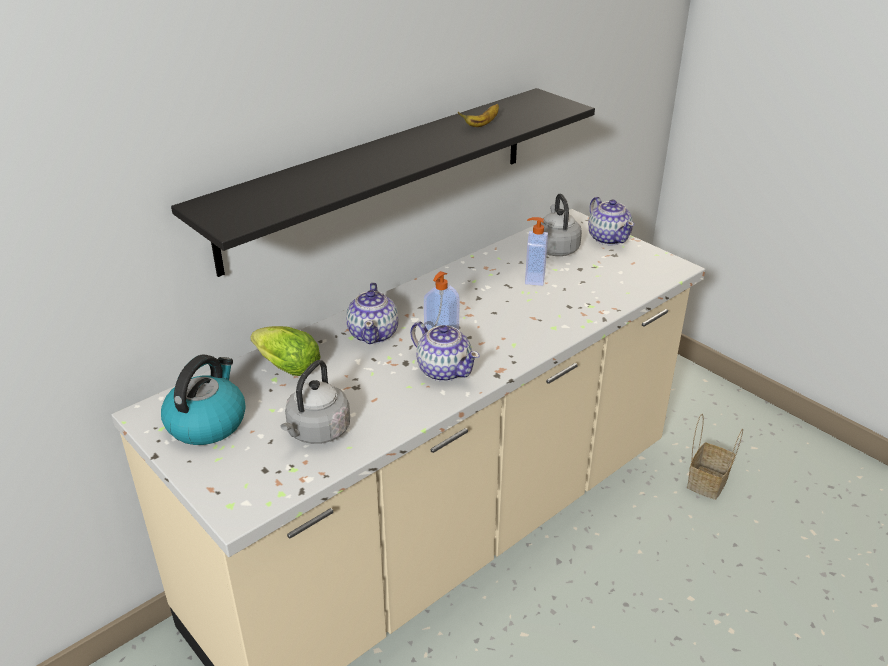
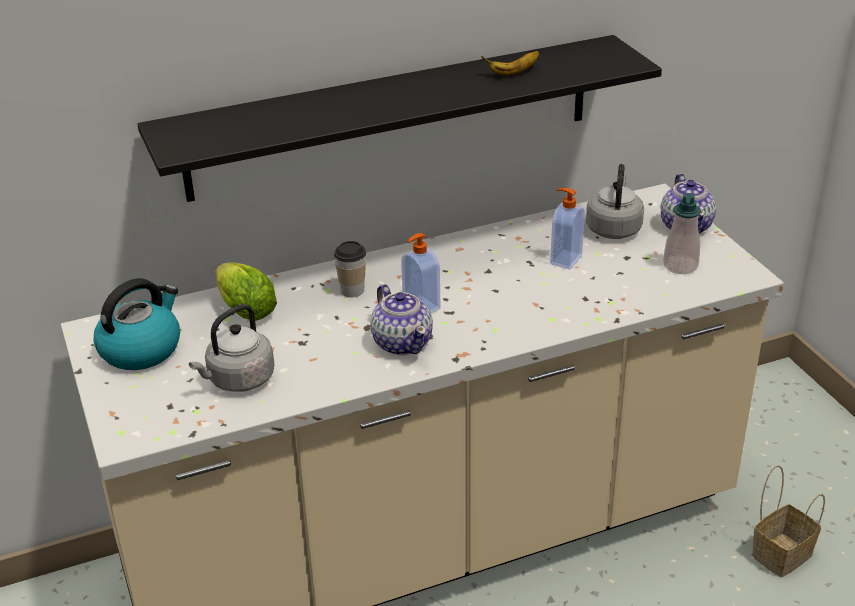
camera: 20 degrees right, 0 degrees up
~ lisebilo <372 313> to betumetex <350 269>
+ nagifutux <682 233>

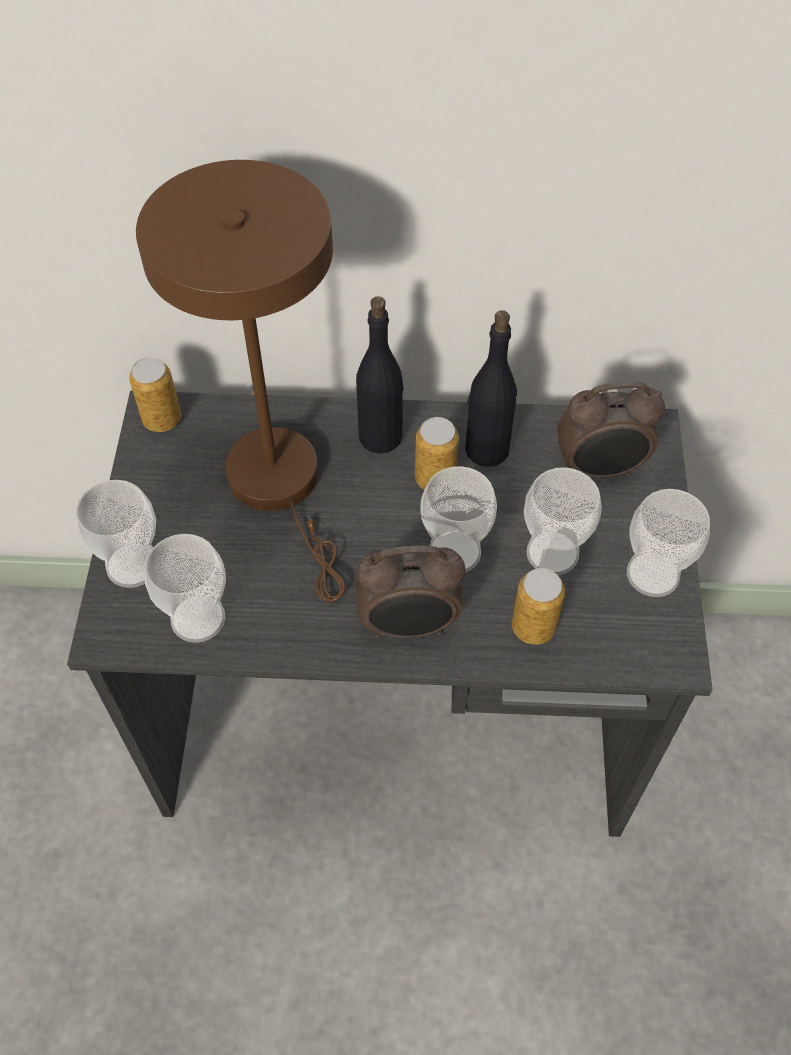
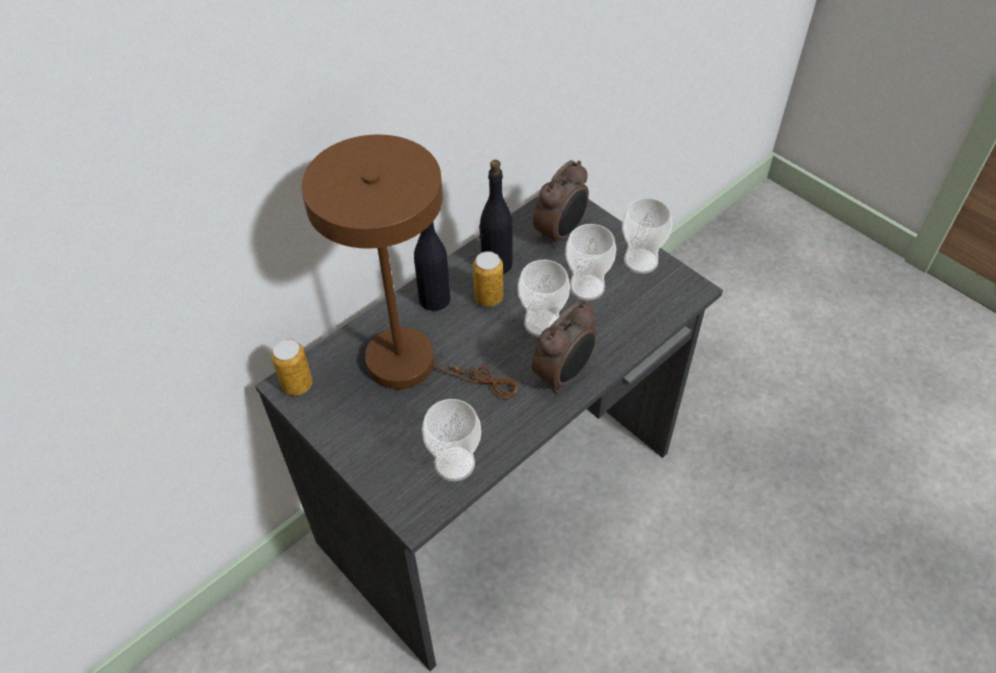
camera: 45 degrees left, 5 degrees down
- betumetex <116 534>
- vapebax <538 606>

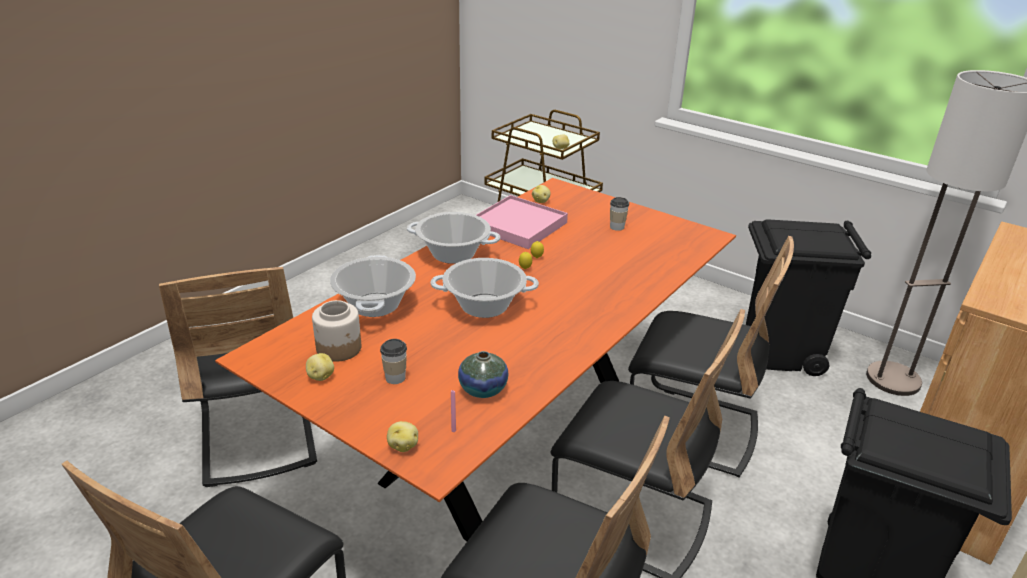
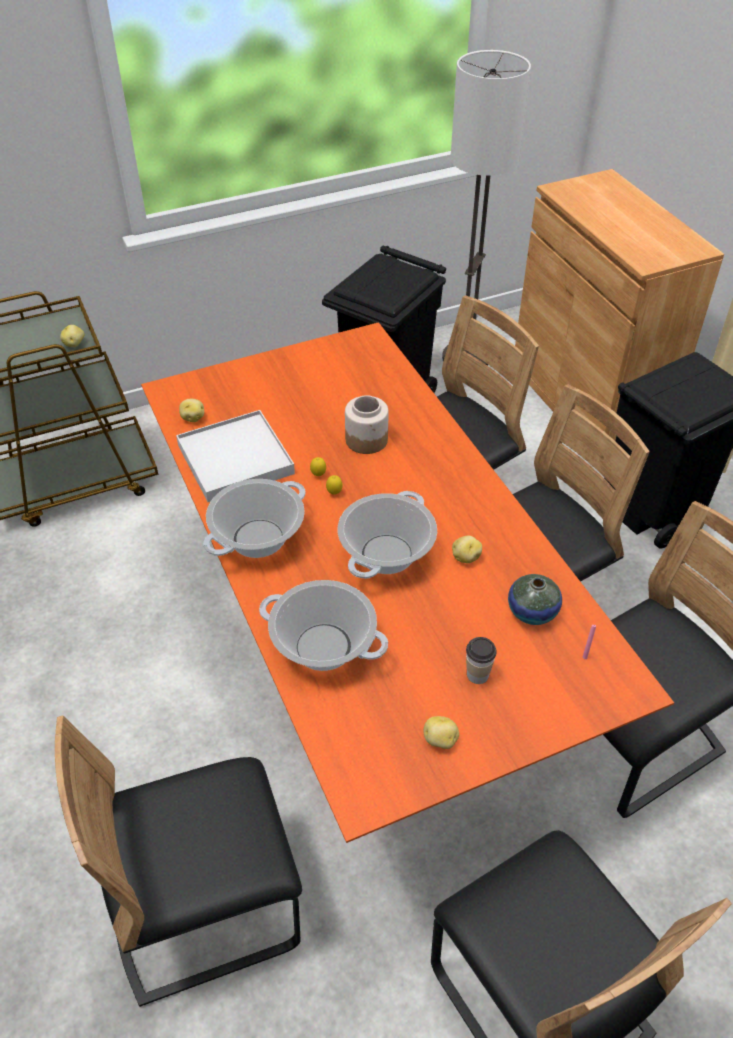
camera: 60 degrees left, 15 degrees up
~ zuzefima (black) <238 377> = <178 861> 150 degrees clockwise
~ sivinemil <336 331> to <367 424>
~ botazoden <402 436> to <467 549>
~ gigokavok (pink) <522 222> to gigokavok (white) <235 456>
- betumetex <619 214>

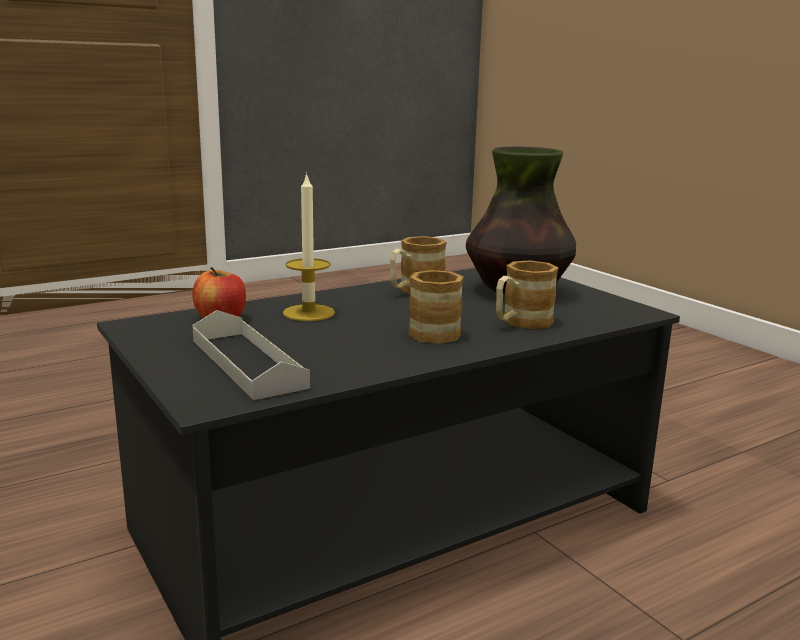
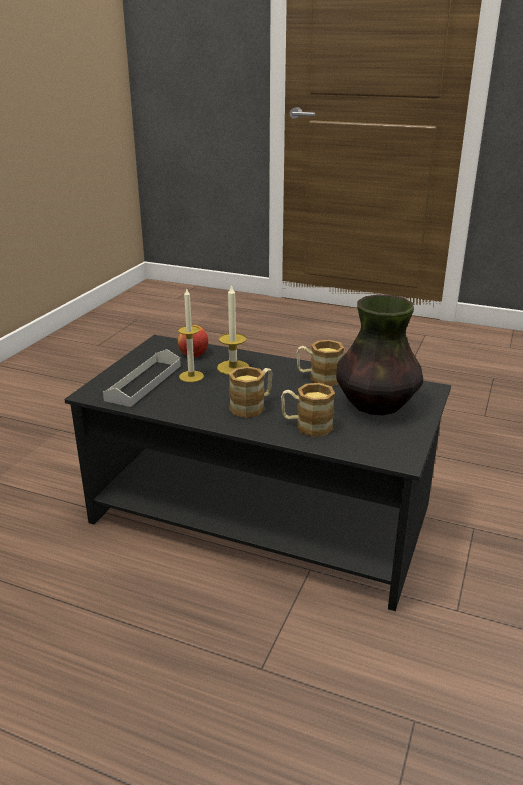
camera: 55 degrees right, 10 degrees up
+ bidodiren <191 335>

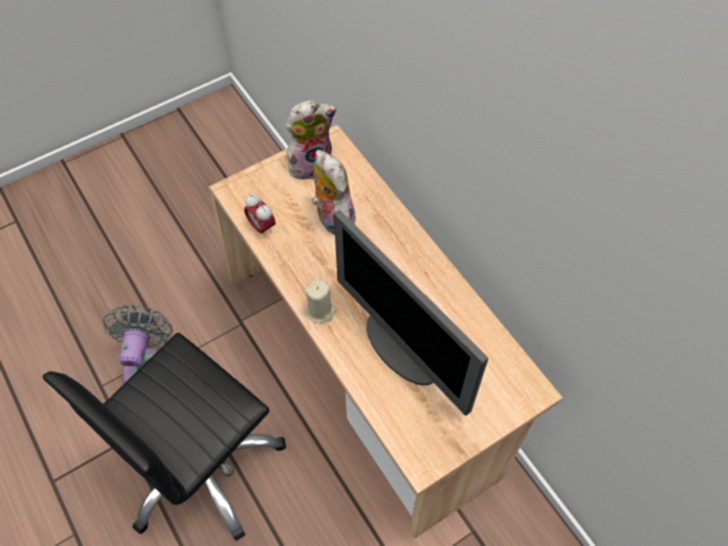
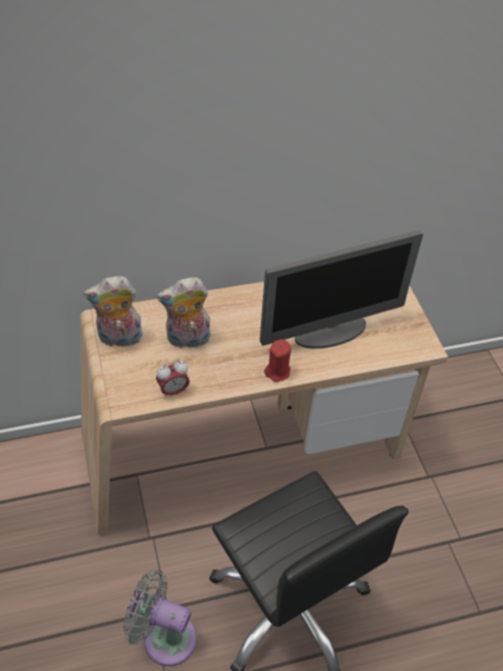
camera: 75 degrees left, 10 degrees down
~ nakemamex <311 139> = <113 311> 90 degrees counterclockwise
~ bidodiren (beige) <321 301> to bidodiren (red) <277 360>

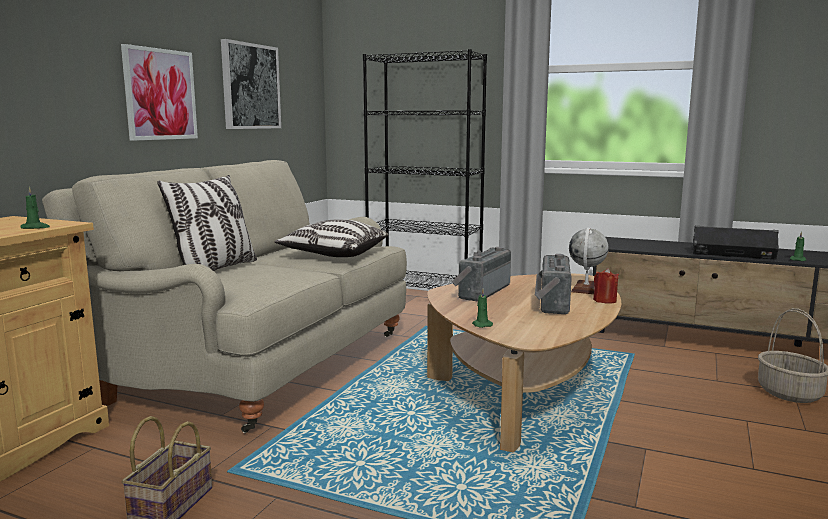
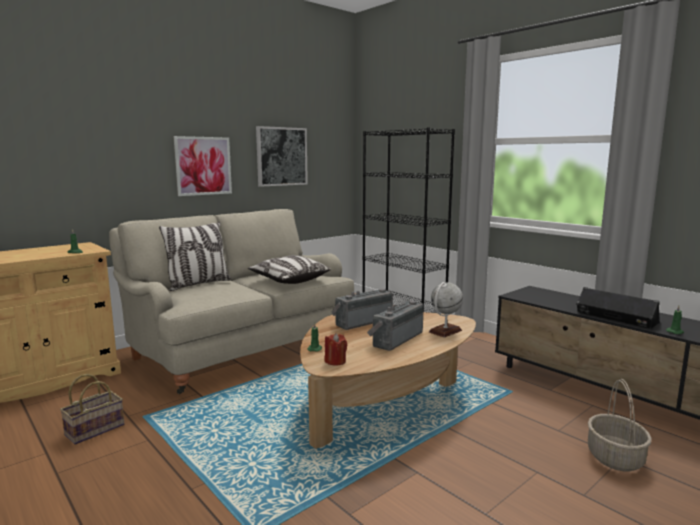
camera: 25 degrees right, 0 degrees up
~ bidodiren (red) <606 285> to <336 349>

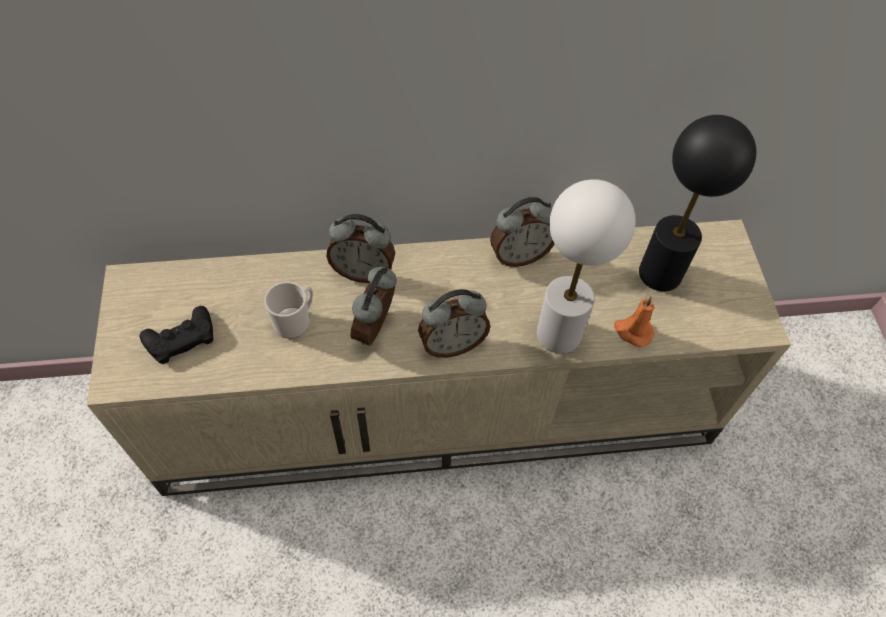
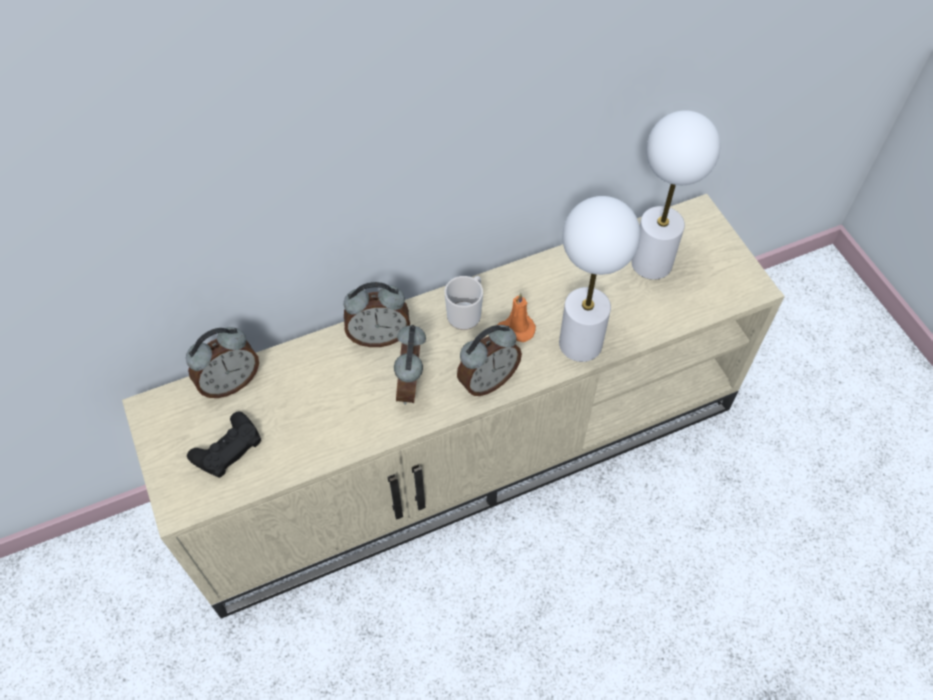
camera: 15 degrees left, 0 degrees up
~ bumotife <288 310> to <464 303>
~ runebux <522 232> to <222 362>
~ bidodiren (orange) <634 321> to <517 317>
~ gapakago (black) <697 203> to gapakago (white) <676 195>

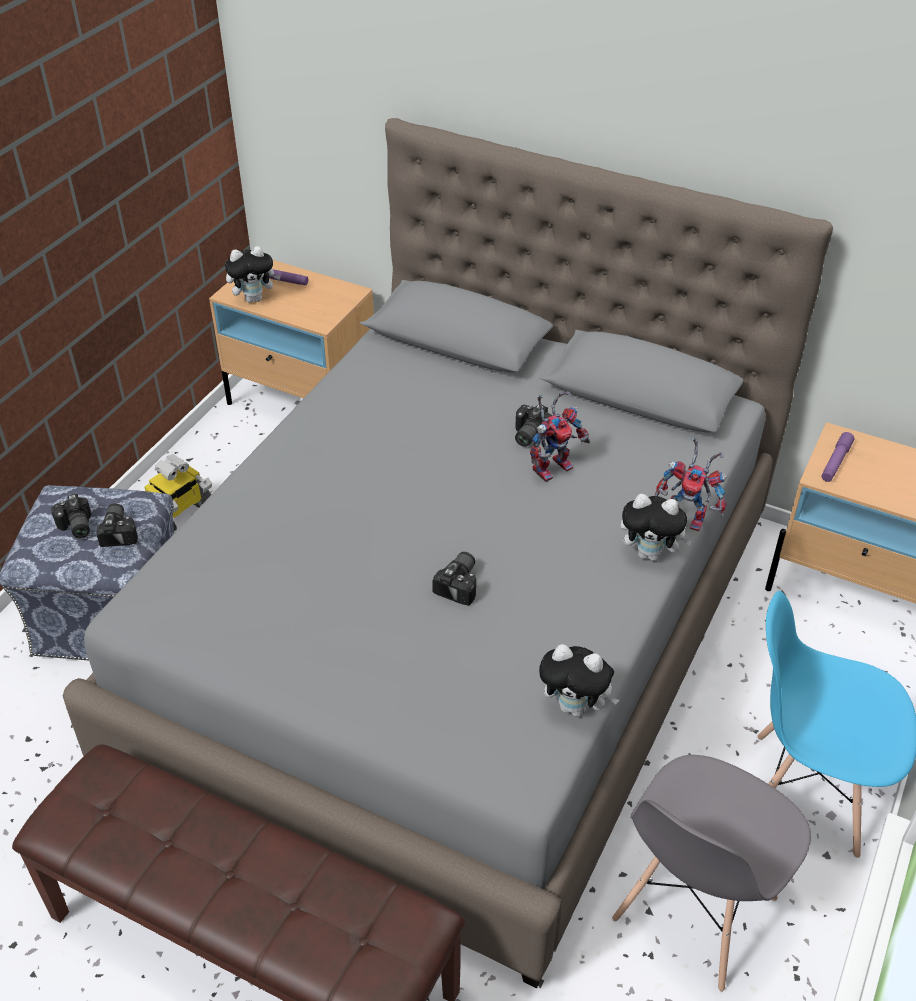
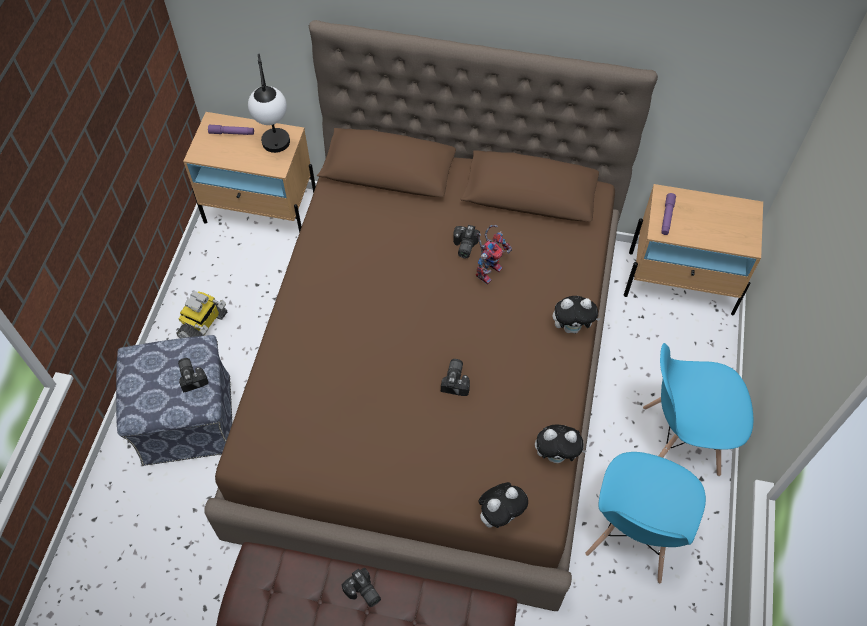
camera: 15 degrees left, 15 degrees up
~ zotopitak <71 516> to <361 587>
~ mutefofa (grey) <448 553> to mutefofa (brown) <431 315>
~ nakemamex <253 274> to <503 505>
~ zuzefima (grey) <711 873> to zuzefima (blue) <645 517>
- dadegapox <691 484>
+ gapakago <269 103>

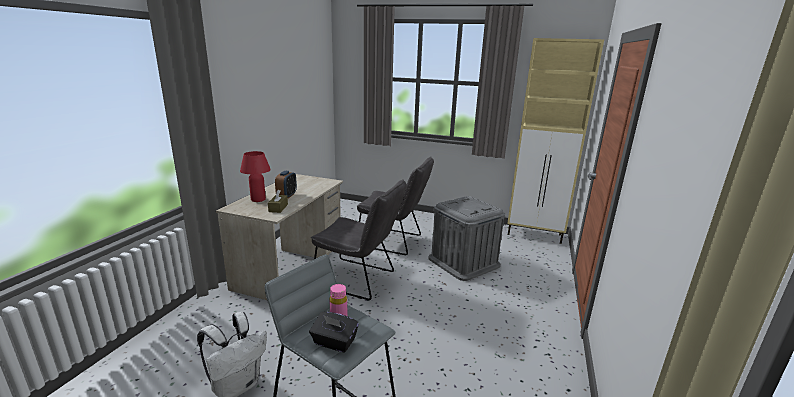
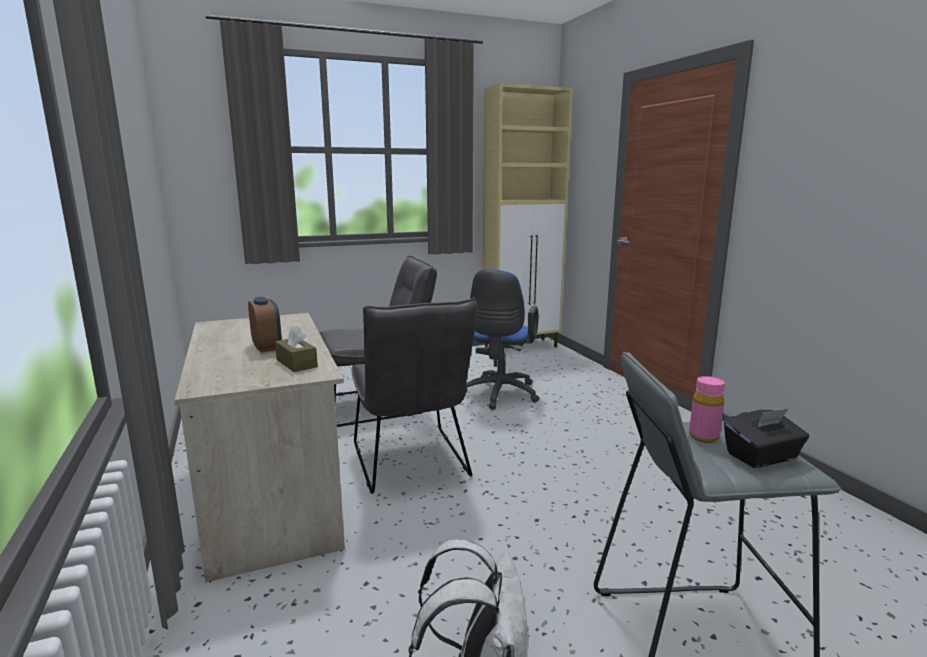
camera: 40 degrees left, 5 degrees down
- gapakago (red) <255 176>
~ zuzefima (grey) <359 239> = <414 396> 90 degrees clockwise
~ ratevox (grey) <466 238> to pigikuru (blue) <502 339>

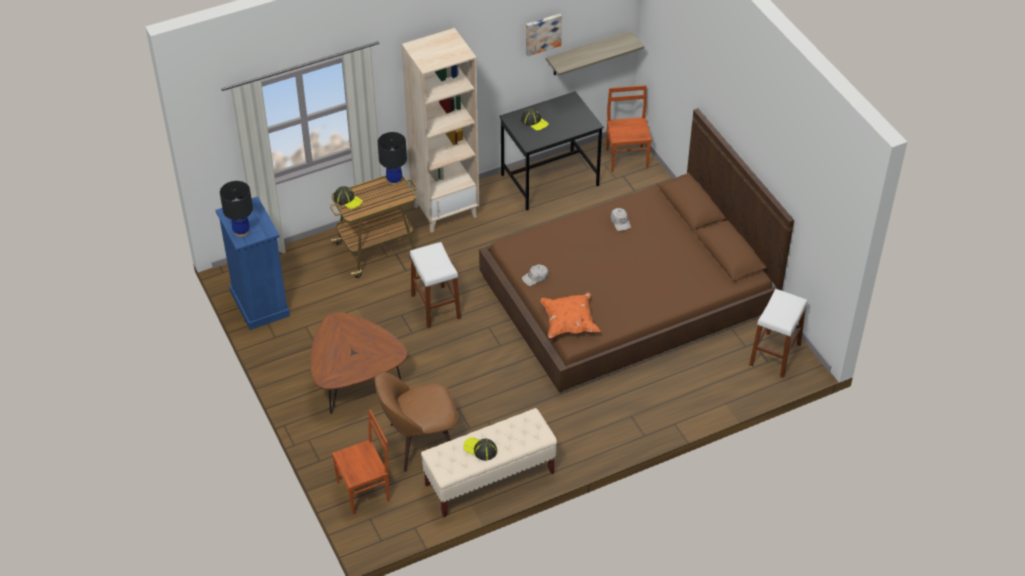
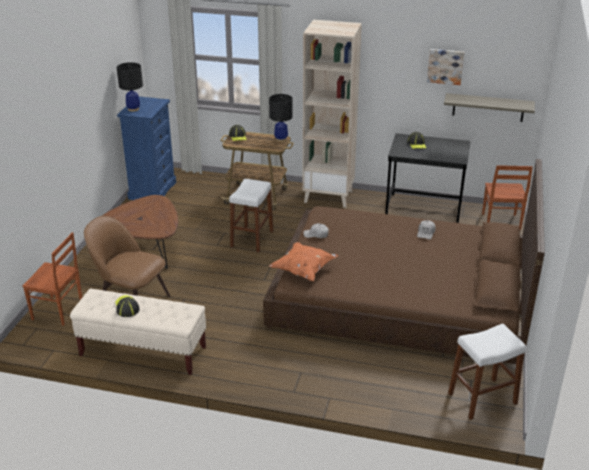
camera: 40 degrees right, 15 degrees down
~ zuzefima (brown) <629 128> = <507 197> 150 degrees clockwise

